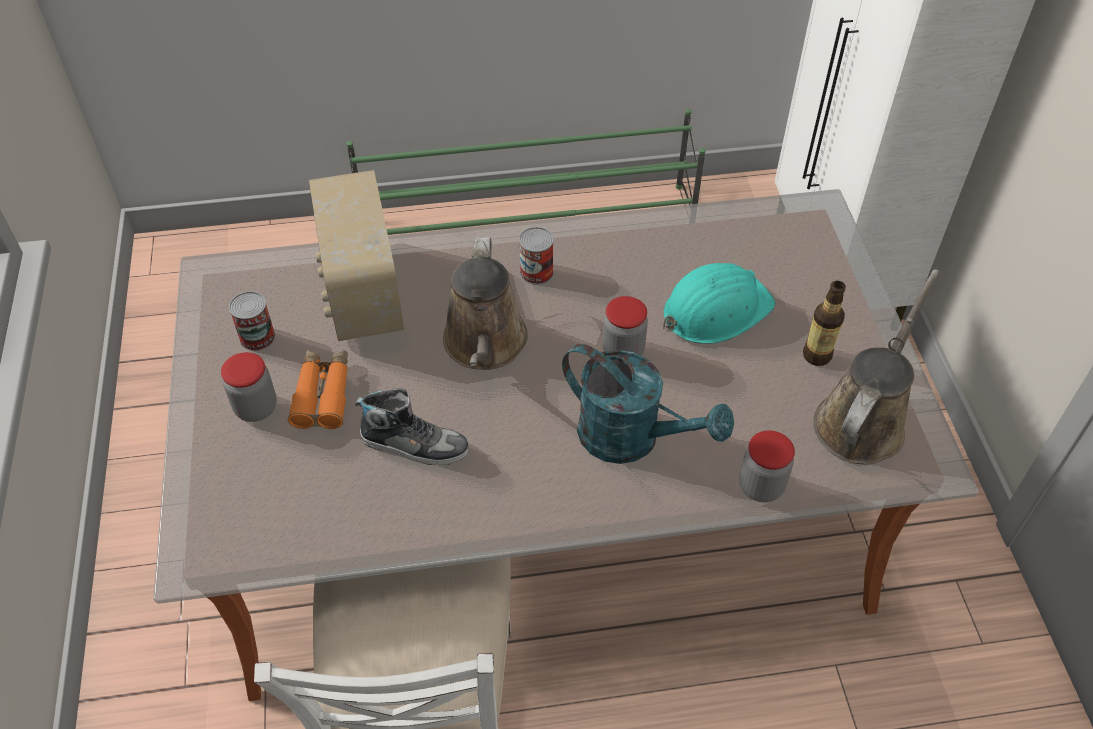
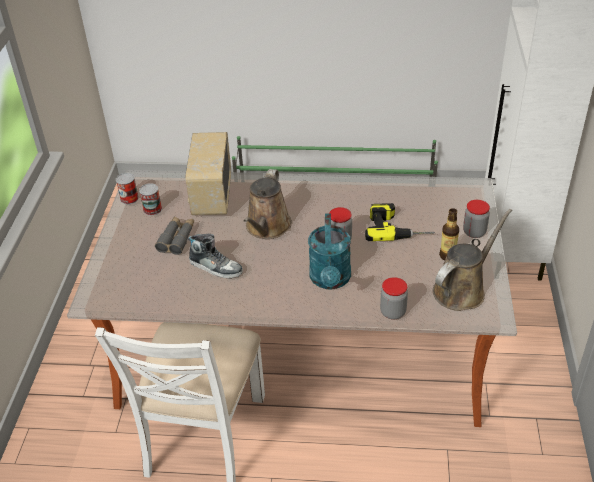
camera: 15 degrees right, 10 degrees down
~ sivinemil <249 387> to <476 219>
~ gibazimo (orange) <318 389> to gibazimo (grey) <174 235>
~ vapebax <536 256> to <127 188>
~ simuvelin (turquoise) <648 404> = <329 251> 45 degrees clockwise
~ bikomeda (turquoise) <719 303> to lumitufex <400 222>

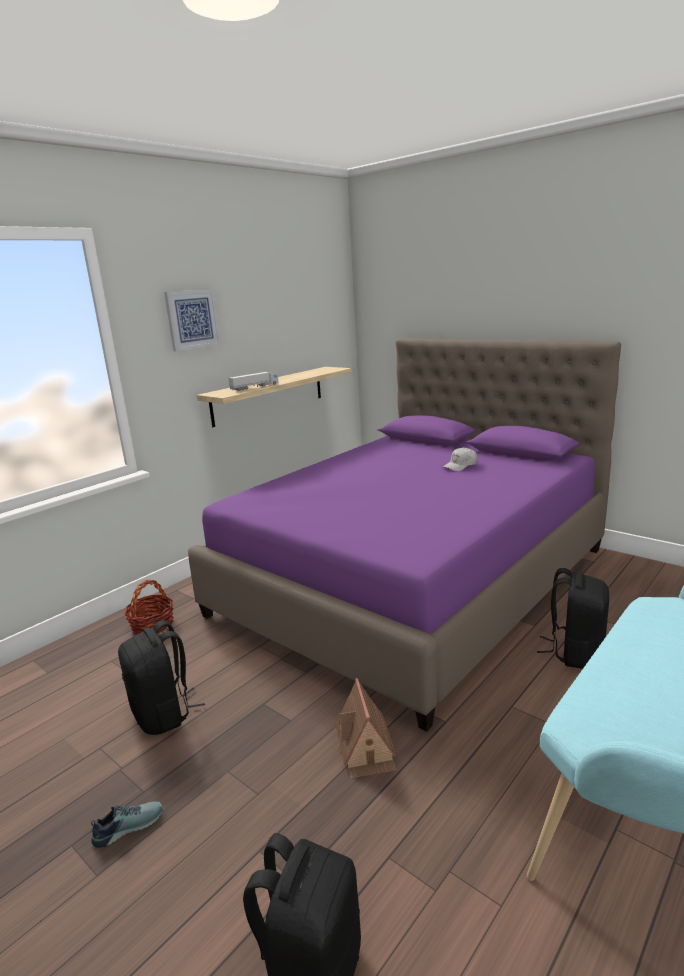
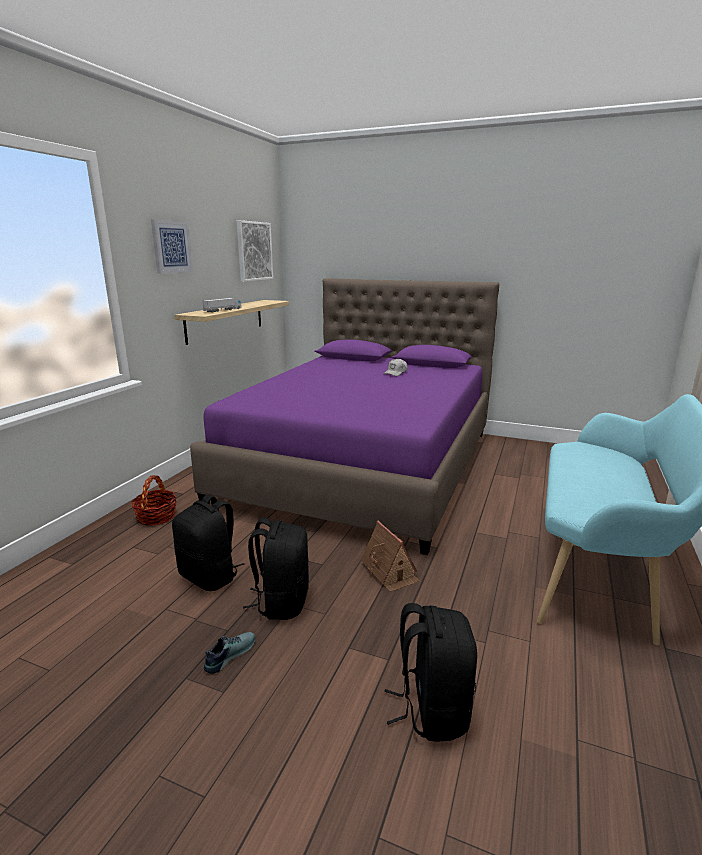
camera: 20 degrees left, 0 degrees up
~ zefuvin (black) <573 618> to <276 569>
+ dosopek <255 251>

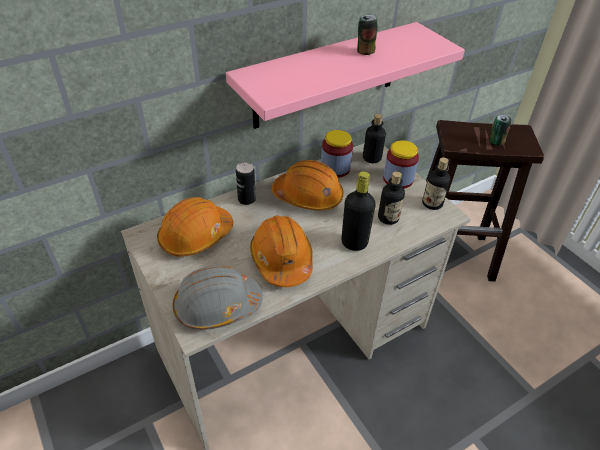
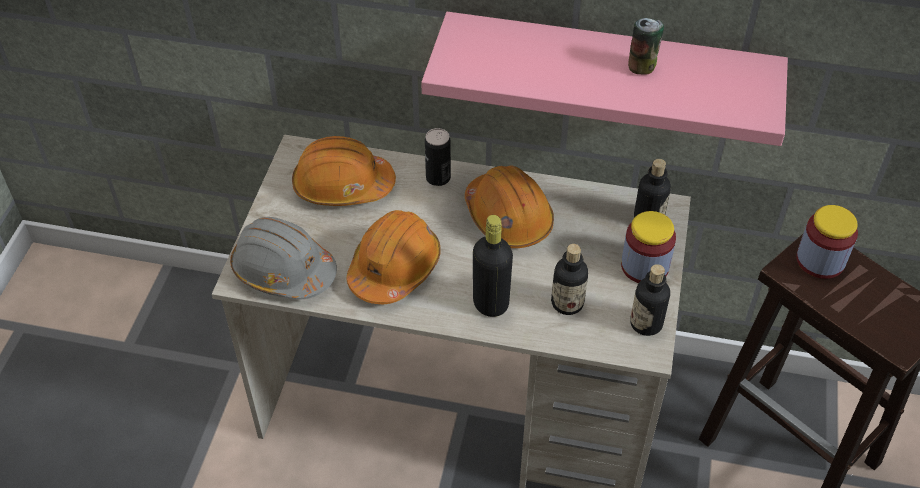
camera: 45 degrees right, 5 degrees up
~ sivinemil <337 154> to <827 242>
- vapebax <500 129>

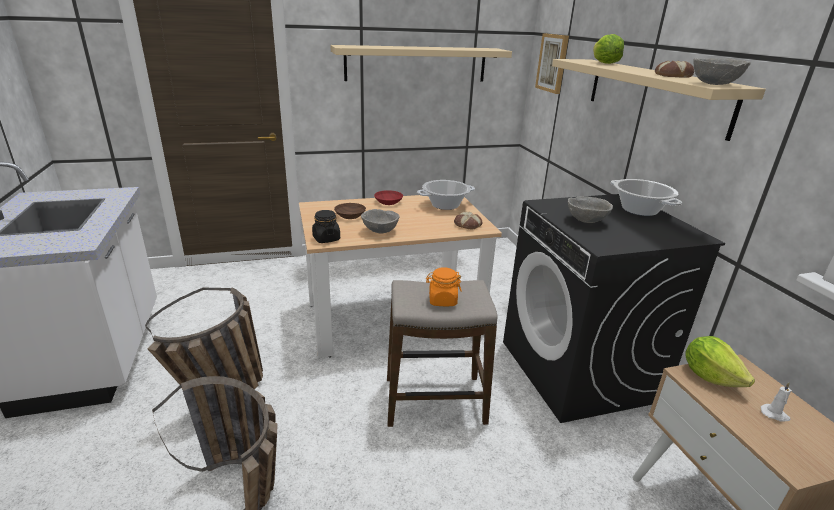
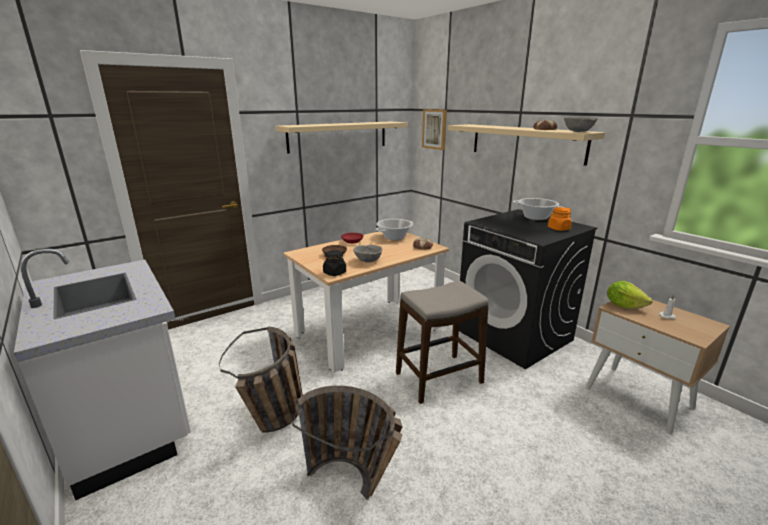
camera: 20 degrees left, 5 degrees down
~ sivinemil (orange) <444 286> to <560 219>
- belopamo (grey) <590 209>
- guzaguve <608 49>

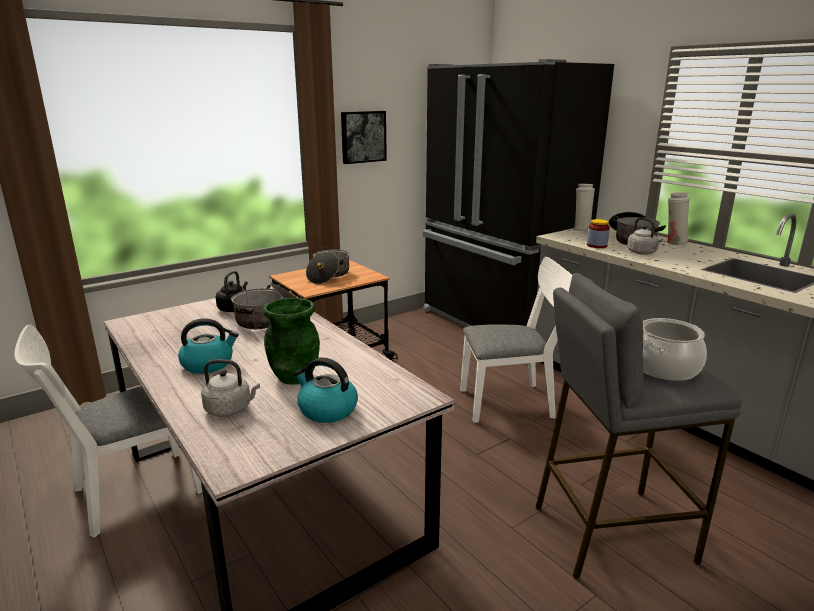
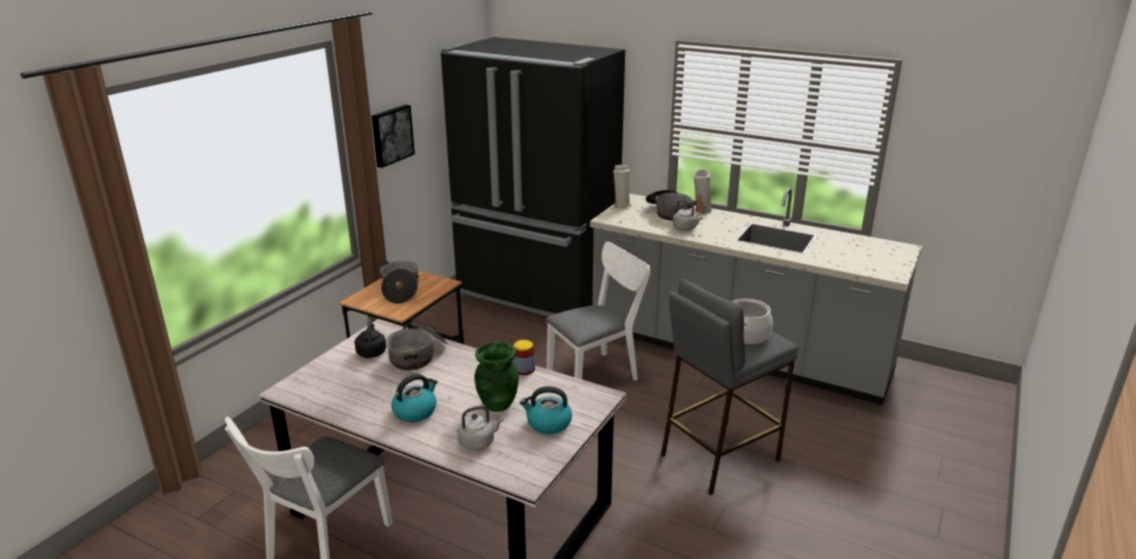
camera: 25 degrees left, 5 degrees up
~ sivinemil <598 233> to <523 357>

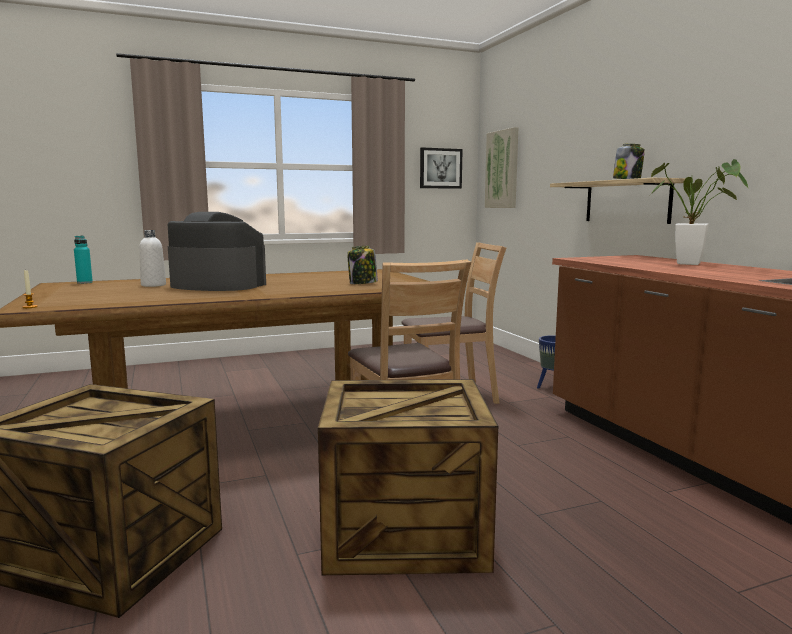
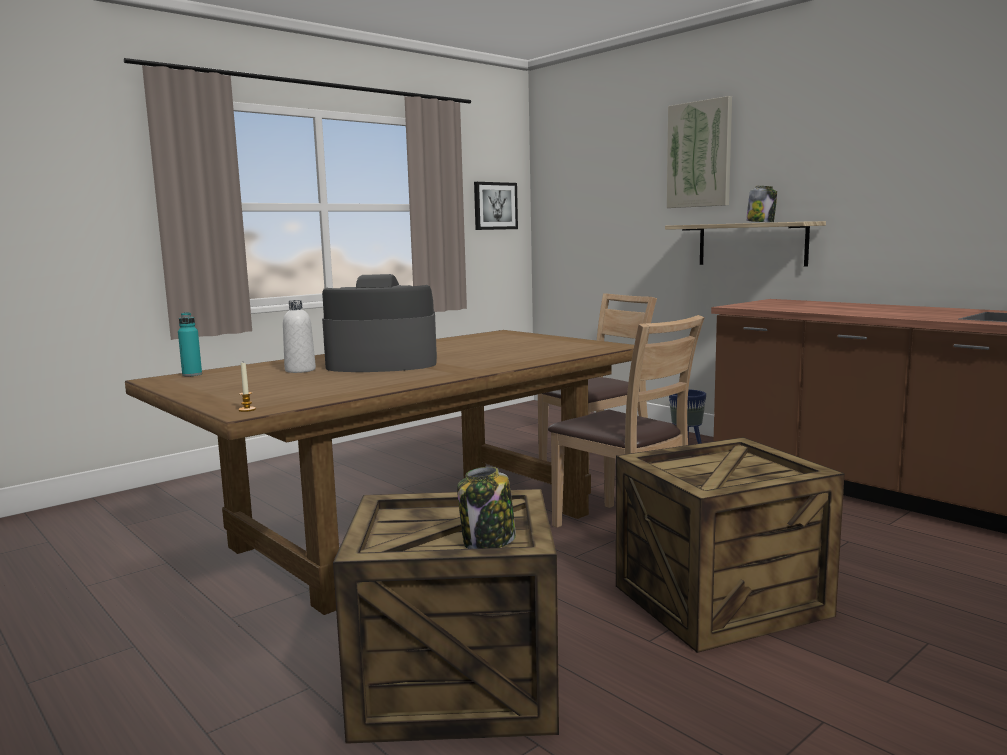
camera: 20 degrees left, 0 degrees up
~ sivinemil <362 264> to <486 508>
~ dosopek <501 167> to <699 152>
- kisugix <700 212>

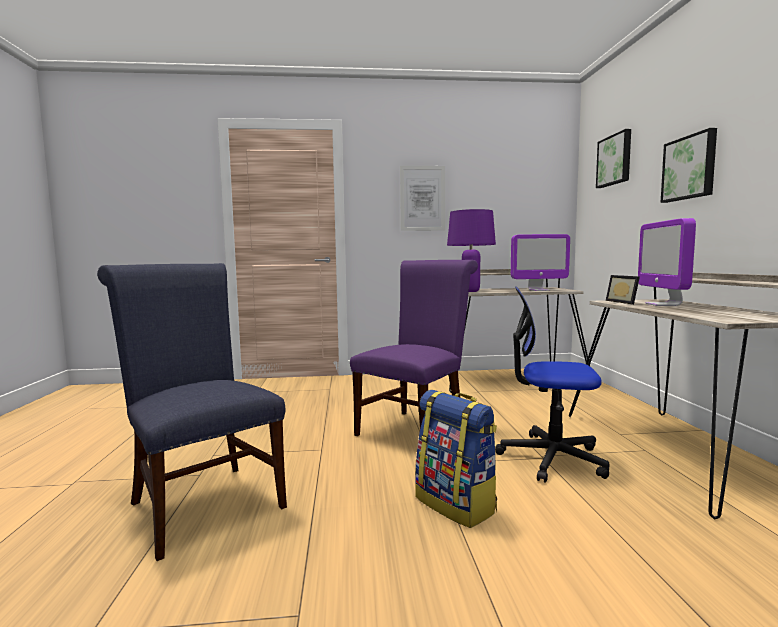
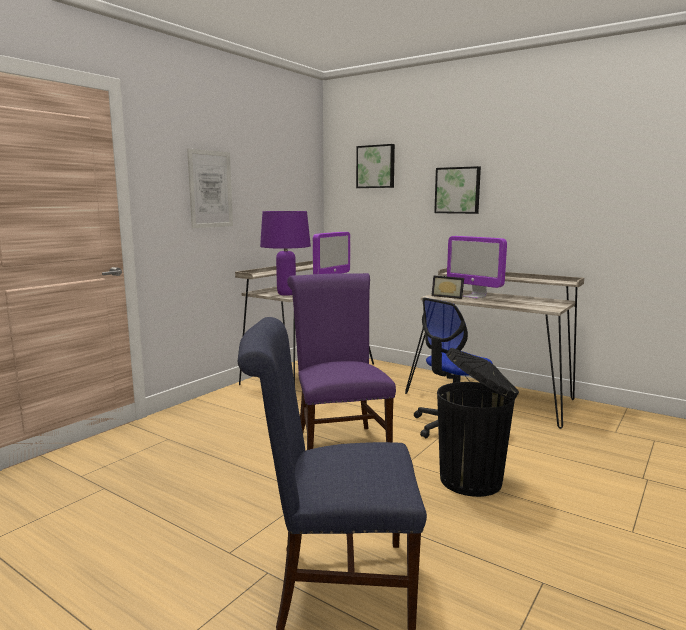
camera: 50 degrees left, 5 degrees up
~ zefuvin <456 459> to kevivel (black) <478 422>

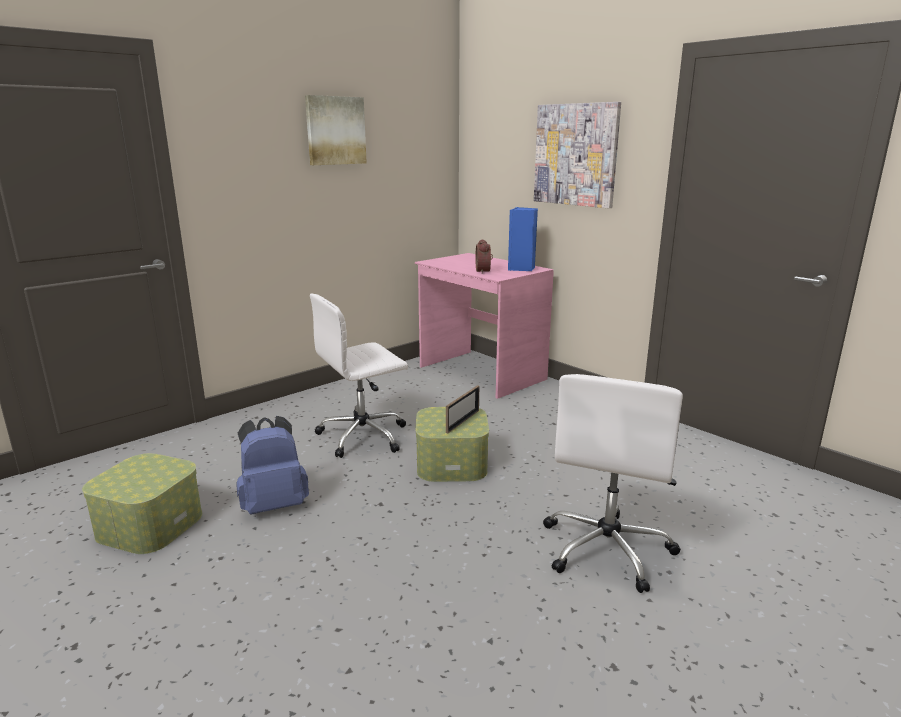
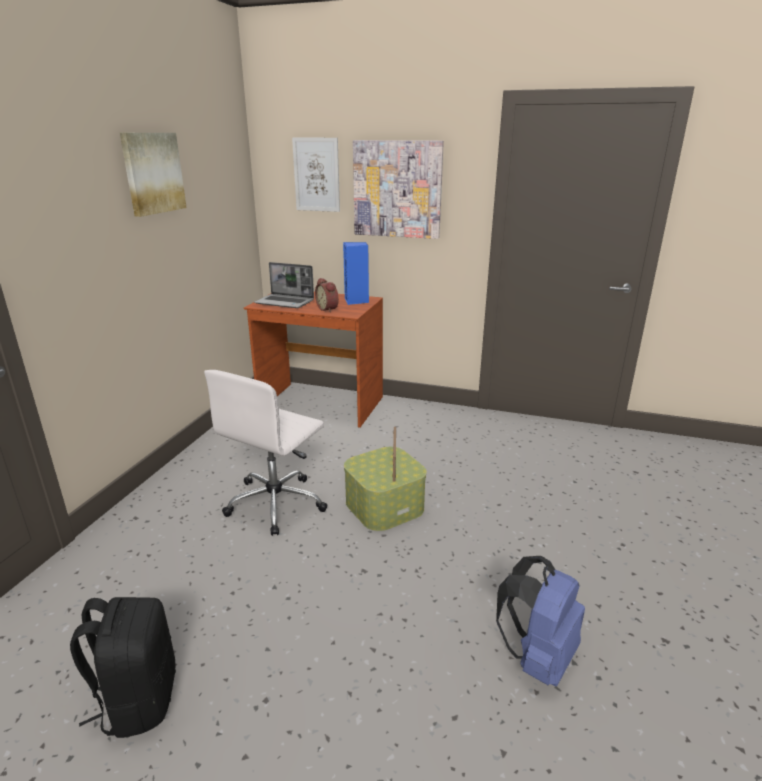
camera: 30 degrees left, 5 degrees up
~ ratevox <142 503> to zefuvin (black) <123 667>
~ zefuvin (blue) <272 465> to <540 621>
~ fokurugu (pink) <484 326> to fokurugu (brown) <313 360>
- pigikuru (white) <613 483>
+ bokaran <284 285>
+ dosopek <316 175>

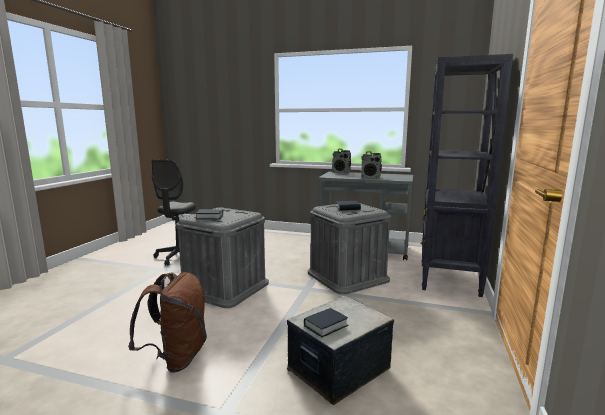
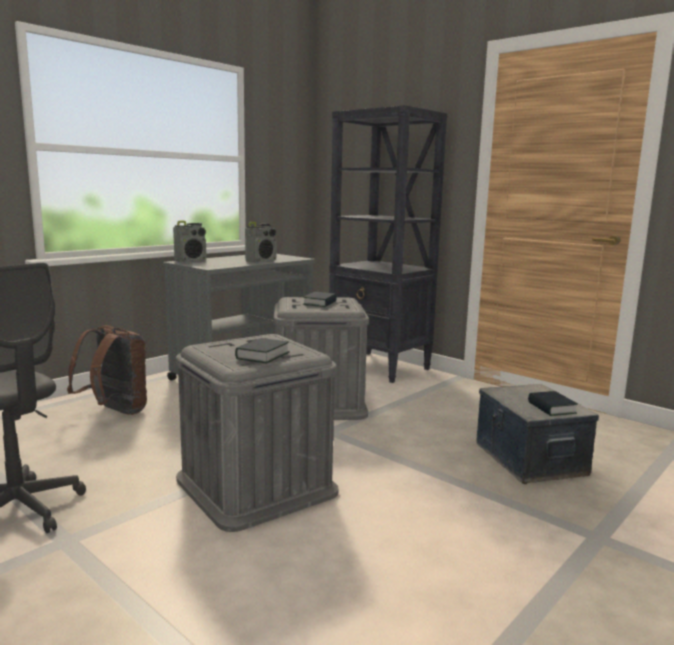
camera: 65 degrees left, 0 degrees up
~ zefuvin (brown) <167 322> to <107 370>

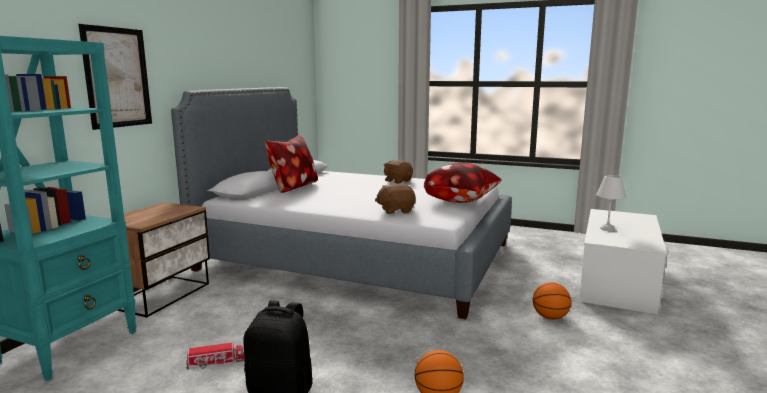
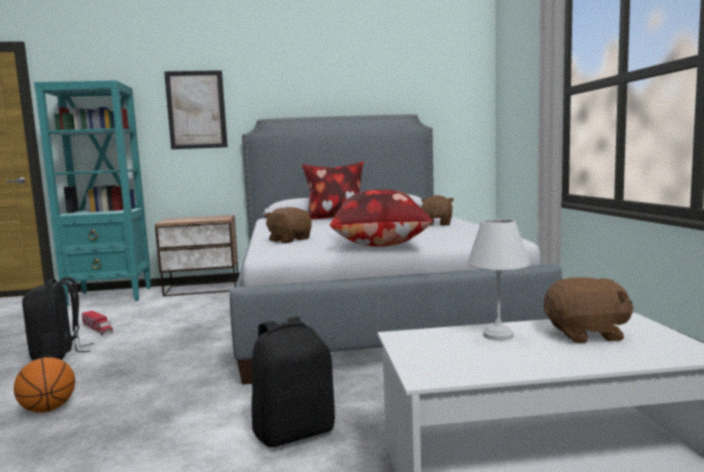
camera: 60 degrees right, 5 degrees down
~ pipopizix <552 301> to zefuvin (black) <293 381>
+ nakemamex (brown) <589 310>

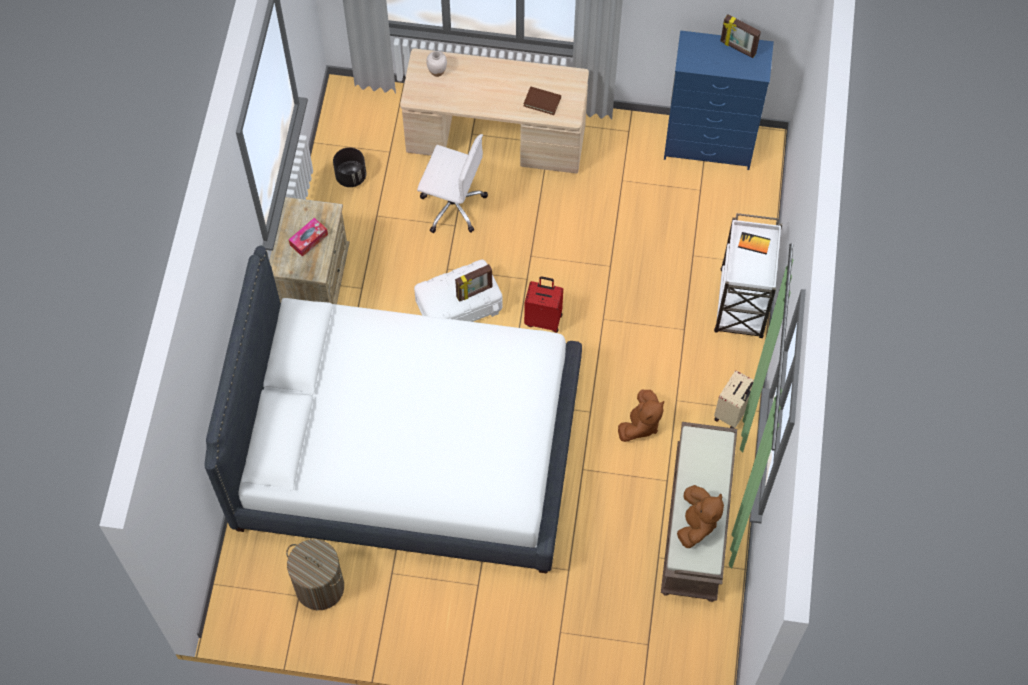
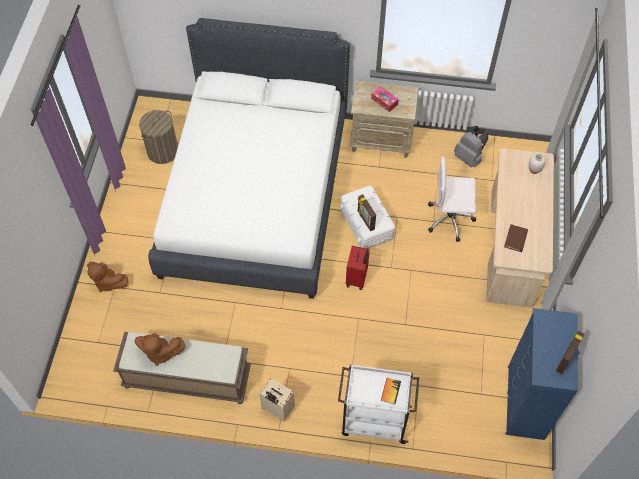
camera: 90 degrees right, 5 degrees down
~ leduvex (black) <349 167> to zefuvin (grey) <471 146>
~ pigikuru (white) <452 183> = <452 199> 75 degrees clockwise
~ nakemamex (brown) <641 416> to <107 277>

